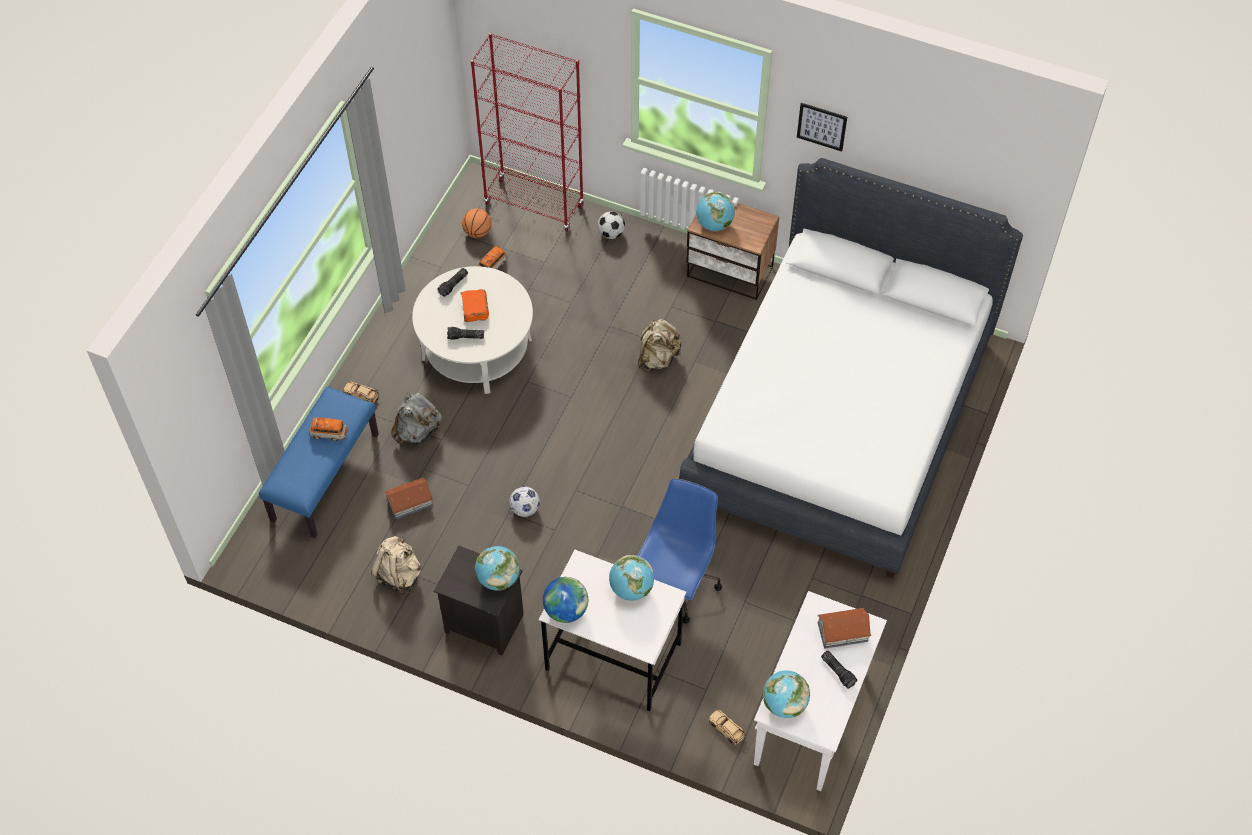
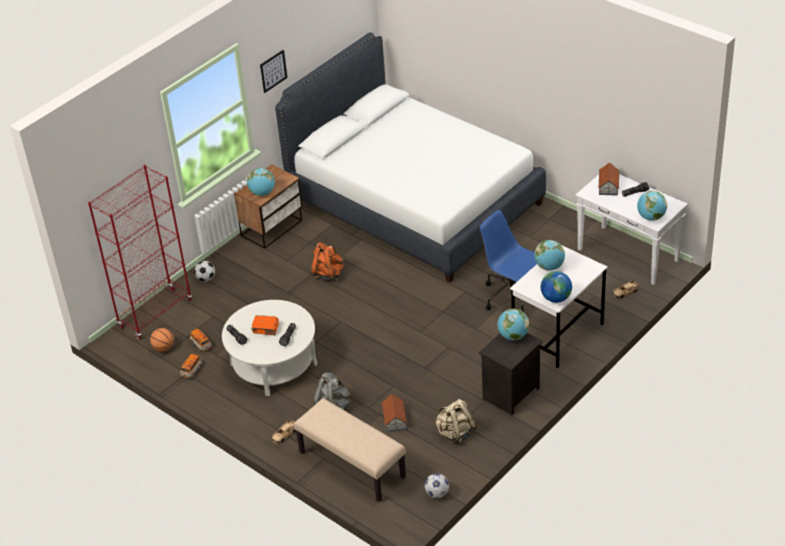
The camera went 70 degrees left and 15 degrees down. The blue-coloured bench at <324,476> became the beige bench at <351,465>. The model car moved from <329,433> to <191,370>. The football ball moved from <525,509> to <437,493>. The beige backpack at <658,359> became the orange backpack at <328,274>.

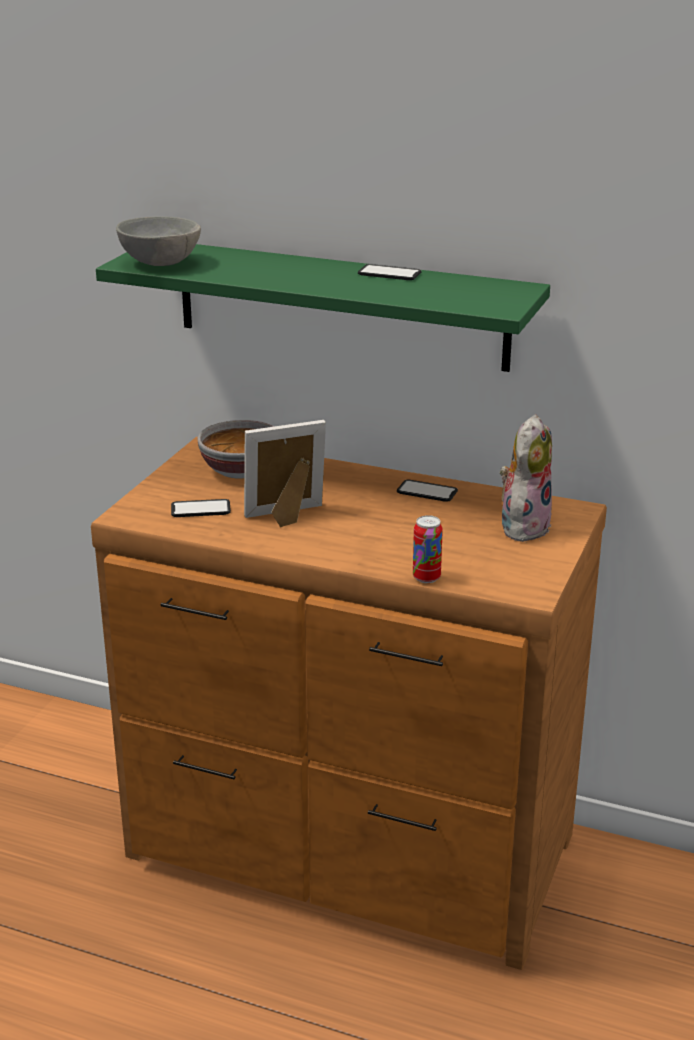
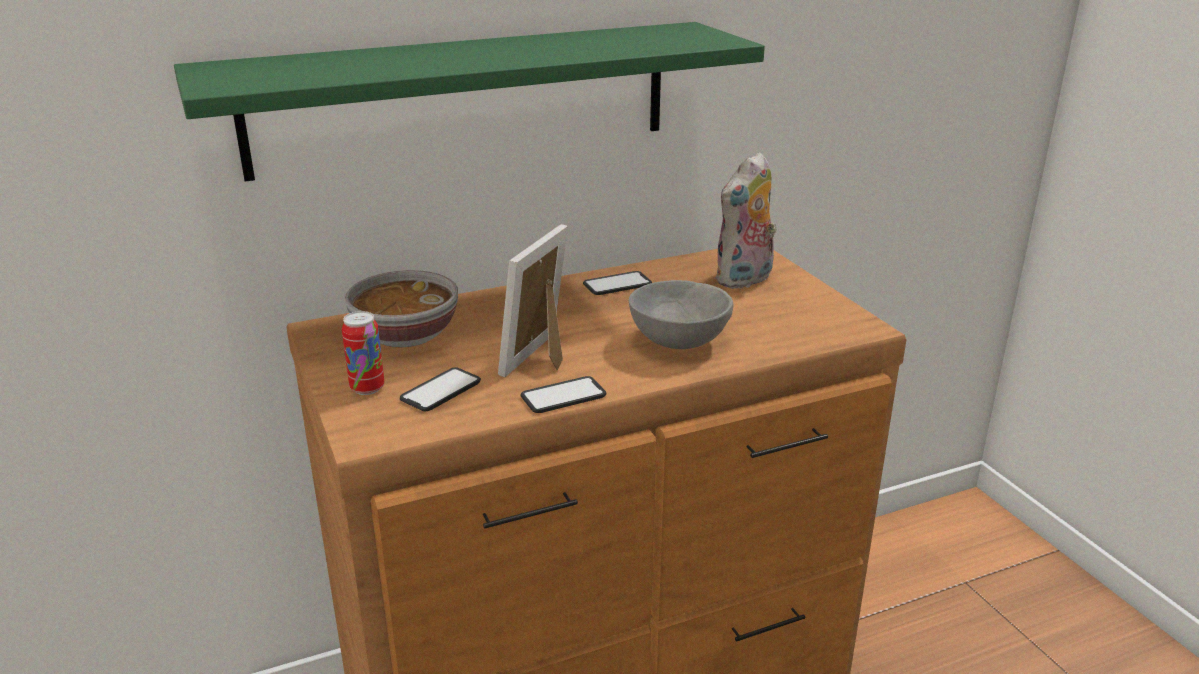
The camera went 45 degrees left and 0 degrees up. The grey serving bowl moved from <160,263> to <677,341>. The phone moved from <389,273> to <563,396>. The can moved from <426,578> to <367,388>. The soft toy at <523,526> turned 120 degrees counterclockwise.

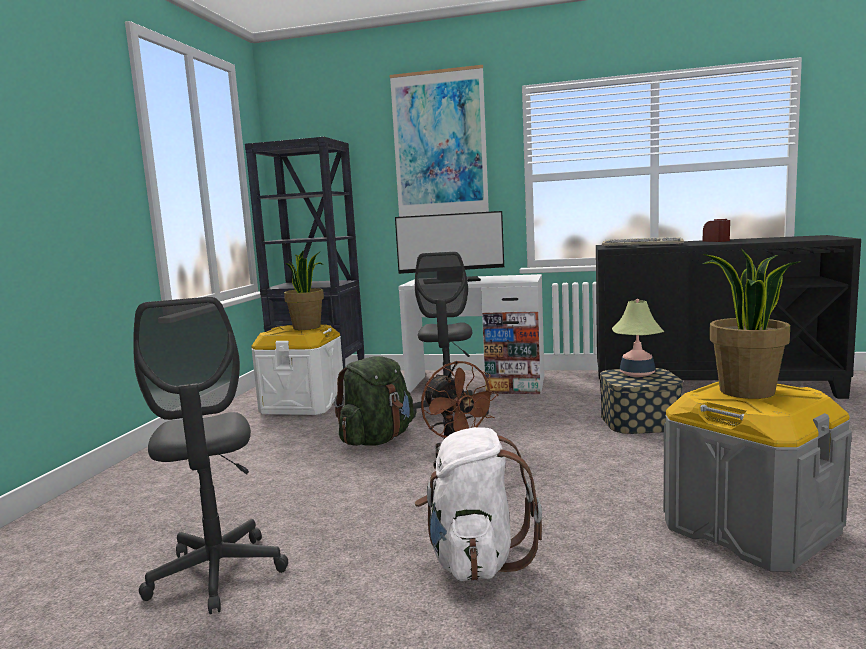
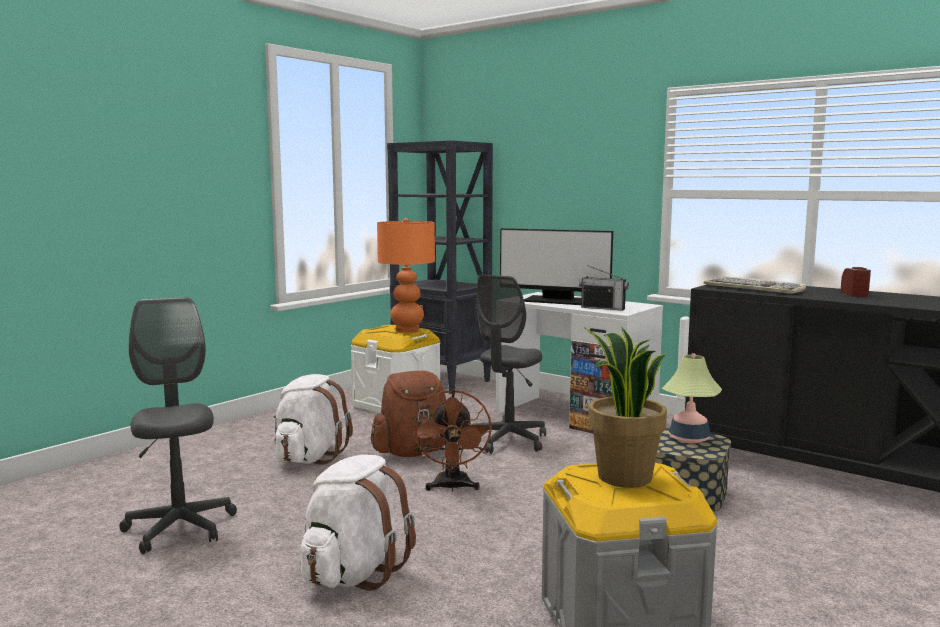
The camera went 25 degrees right and 0 degrees up. The grey computer chair at <217,574> turned 150 degrees clockwise. The potted plant at <307,327> was replaced by the orange tabletop lamp at <407,330>. The green-coloured backpack at <377,440> became the brownish backpack at <414,452>. The wall art at <439,145> disappeared. The white-coloured backpack at <309,457> appeared. The radio set at <603,308> appeared.

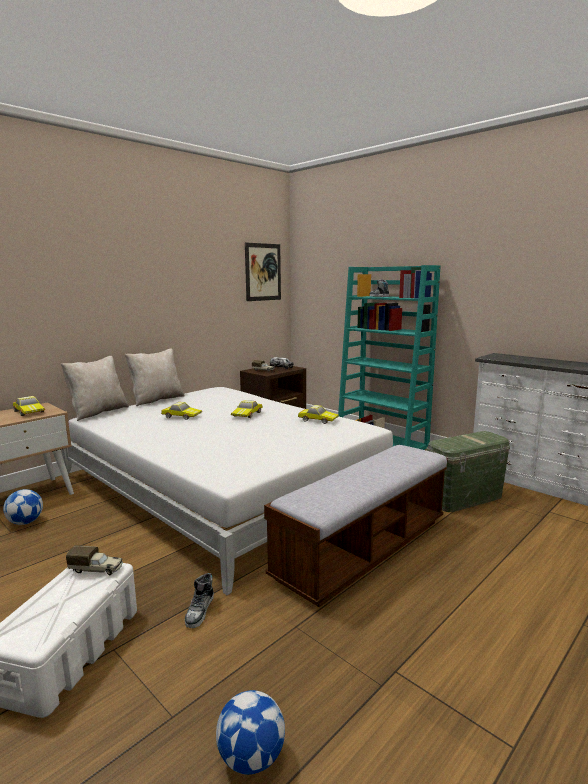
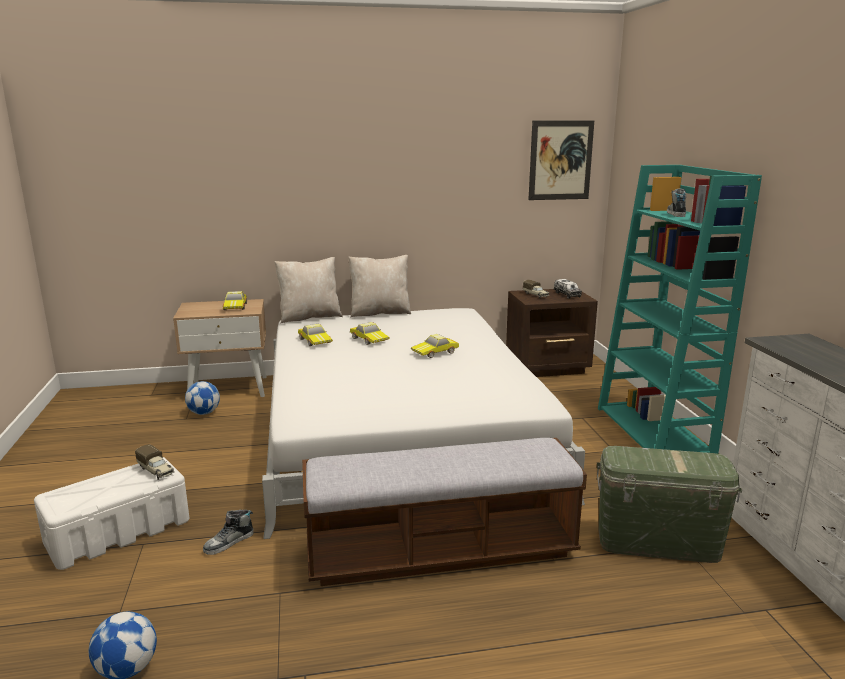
The camera went 35 degrees right and 5 degrees up. The model car moved from <318,419> to <315,340>.

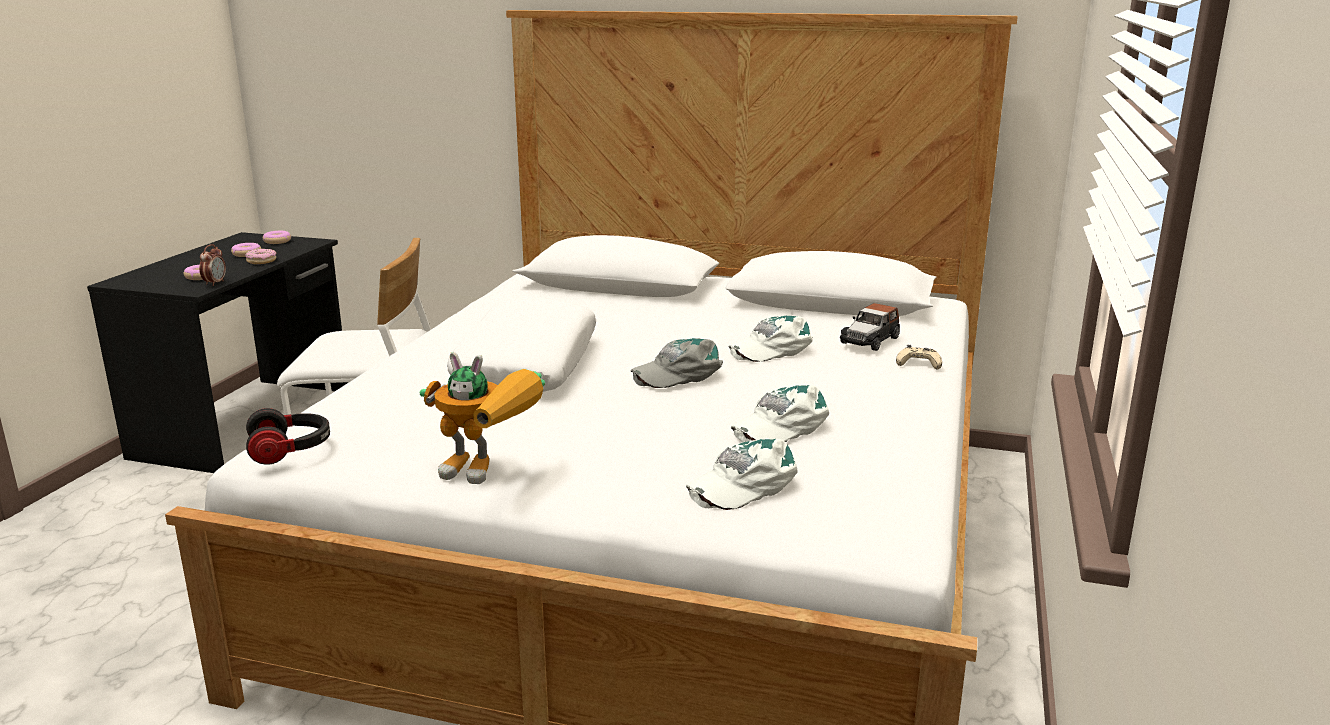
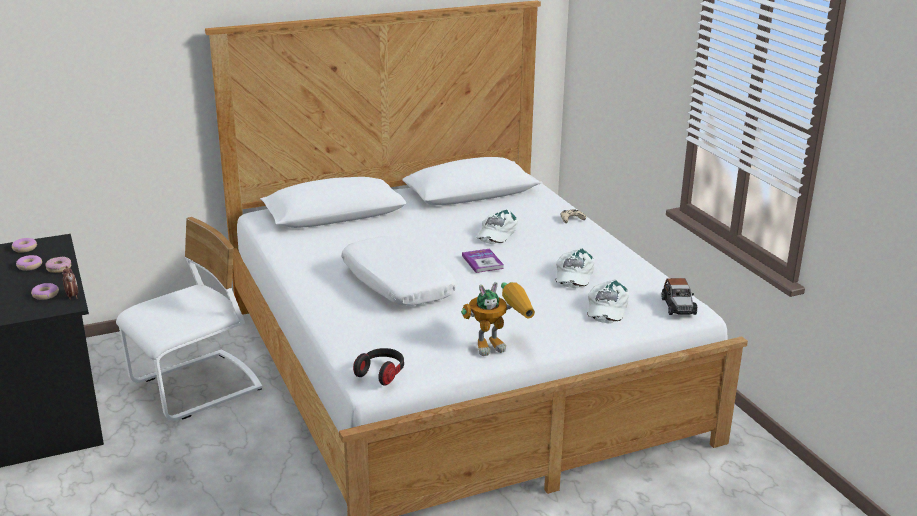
The camera went 40 degrees left and 5 degrees up. The grey peaked cap at <678,373> was replaced by the volume at <482,262>. The model car moved from <870,340> to <678,306>.

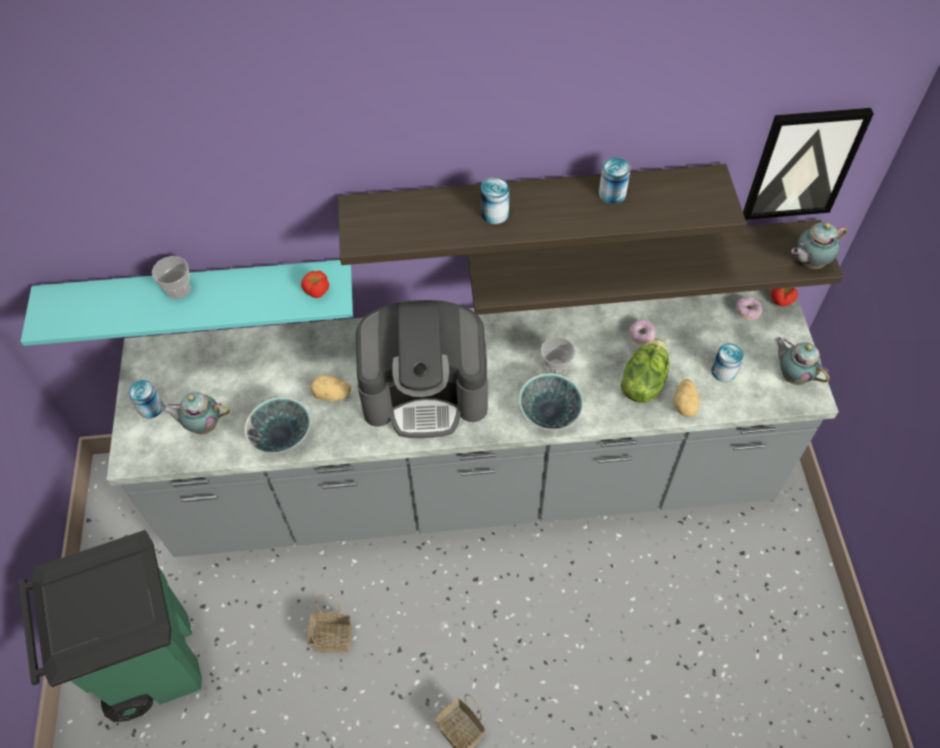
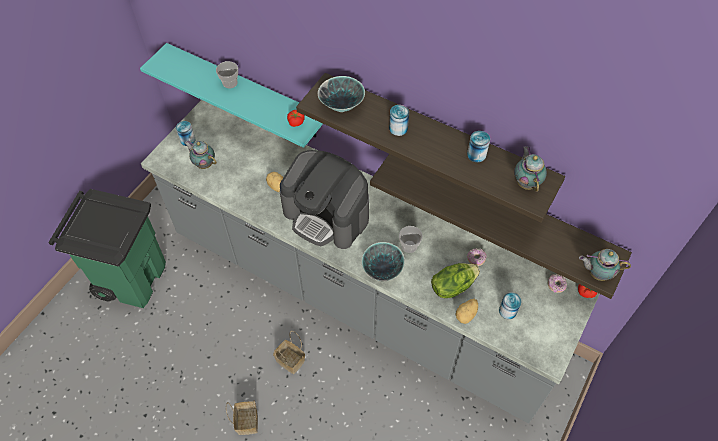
The camera went 35 degrees right and 0 degrees up. The serving bowl moved from <283,438> to <342,106>. The household basket moved from <334,637> to <291,361>. The wall art at <802,163> disappeared. The teapot moved from <792,375> to <526,182>.

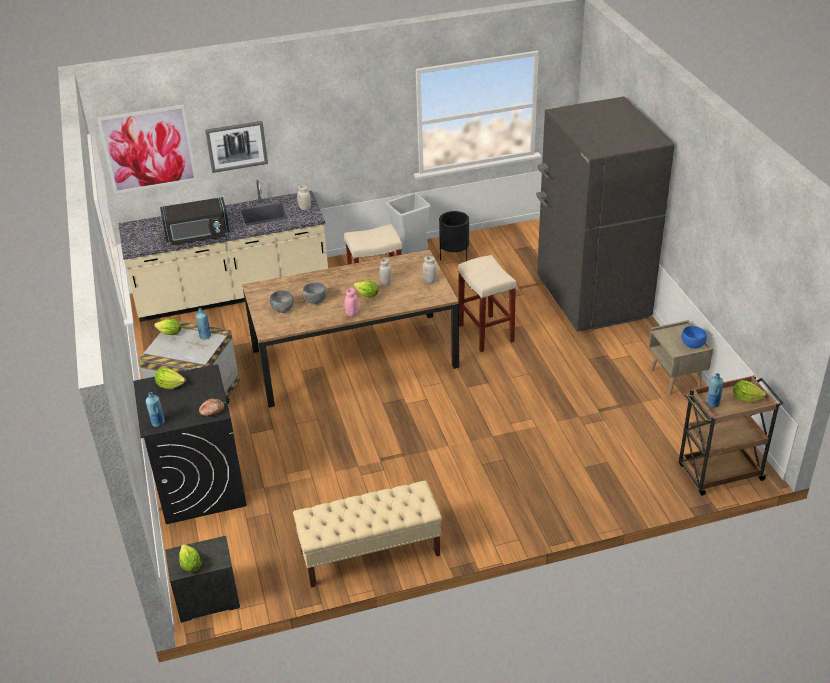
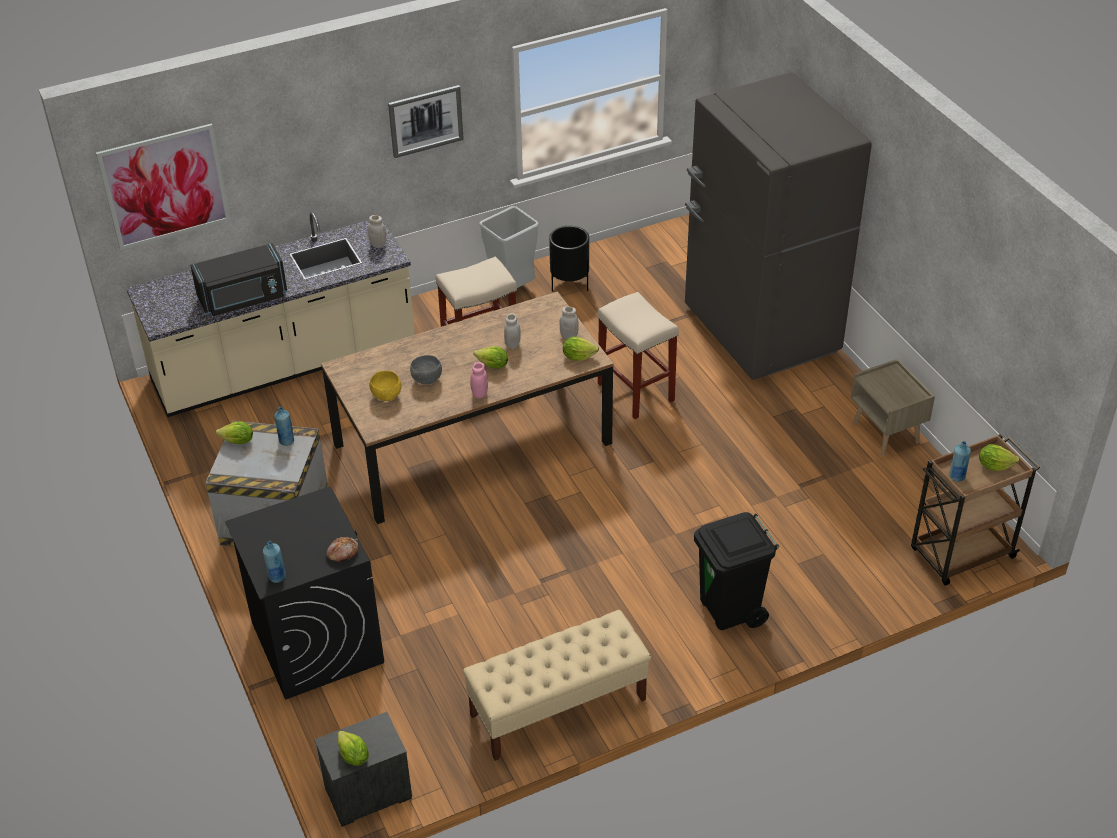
The camera went 10 degrees left and 5 degrees up. The lettuce head moved from <170,385> to <578,356>. The wall art moved from <236,146> to <425,120>. The grey serving bowl at <283,309> became the yellowish serving bowl at <386,396>. The blue-coloured serving bowl at <692,345> disappeared. The black-coloured trash can at <730,610> appeared.

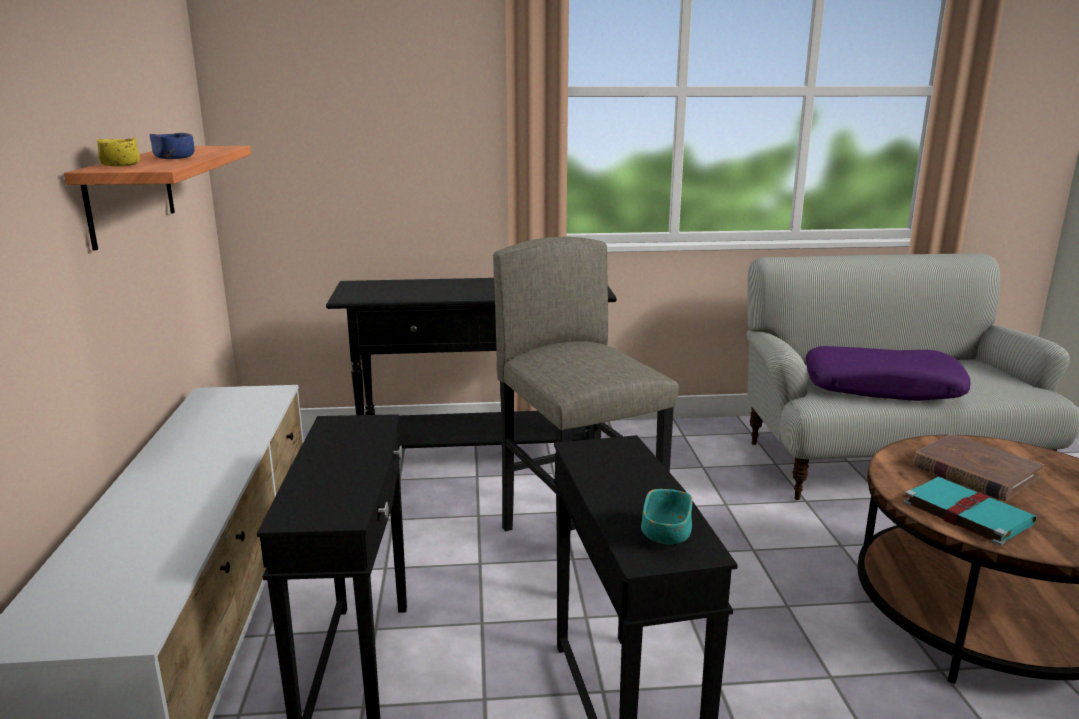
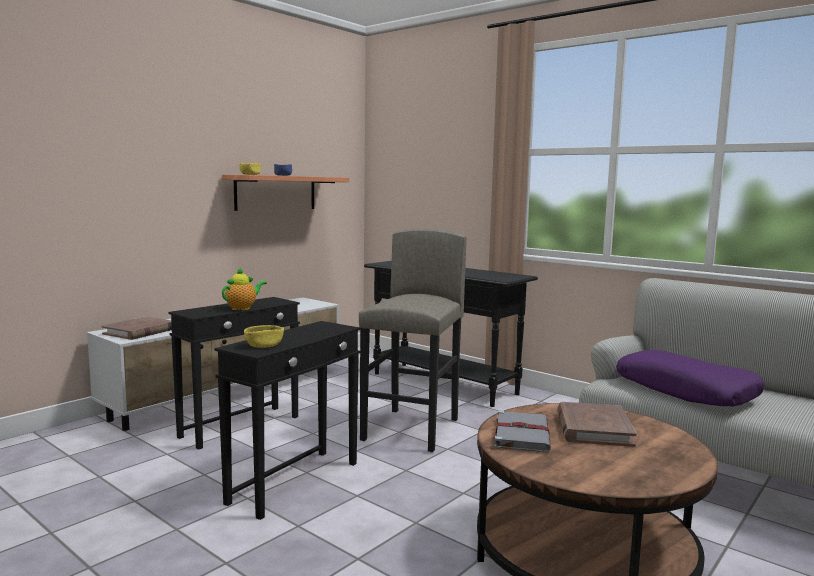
The camera went 45 degrees right and 10 degrees down. The turquoise serving bowl at <666,533> became the yellowish serving bowl at <264,345>. The turquoise volume at <965,512> became the grey volume at <521,434>. The brownish volume at <139,331> appeared. The teapot at <243,308> appeared.

